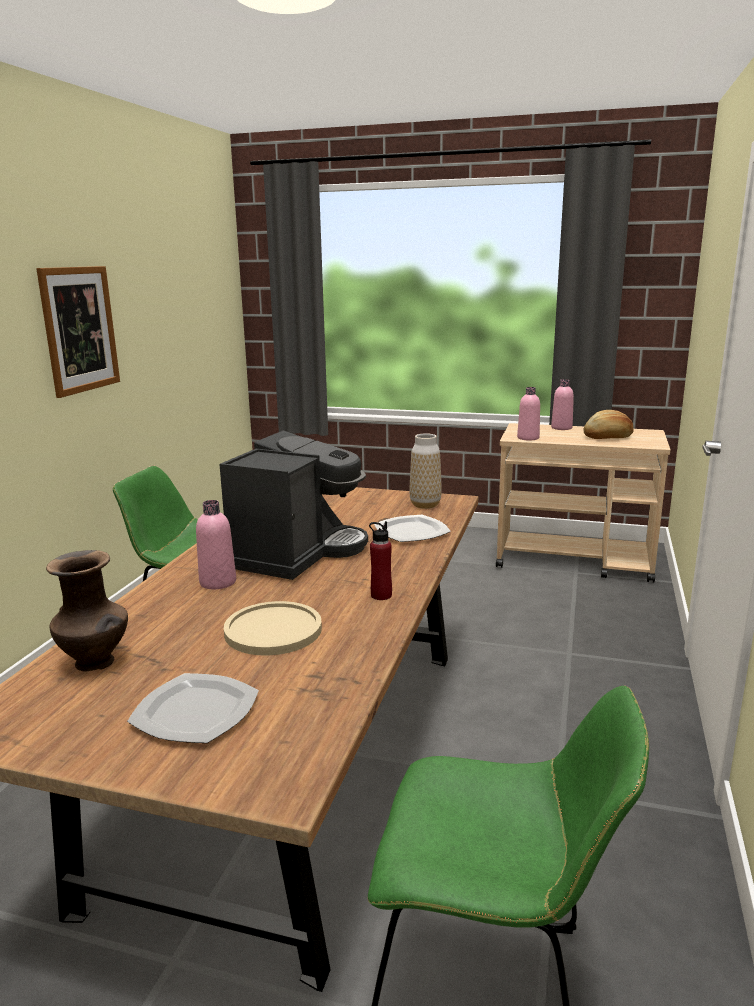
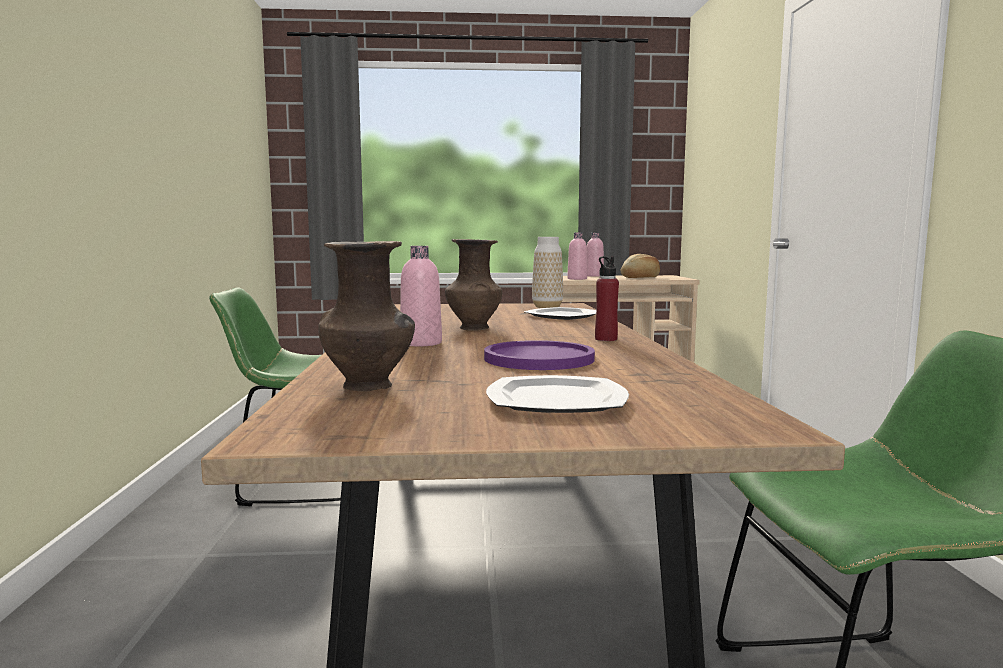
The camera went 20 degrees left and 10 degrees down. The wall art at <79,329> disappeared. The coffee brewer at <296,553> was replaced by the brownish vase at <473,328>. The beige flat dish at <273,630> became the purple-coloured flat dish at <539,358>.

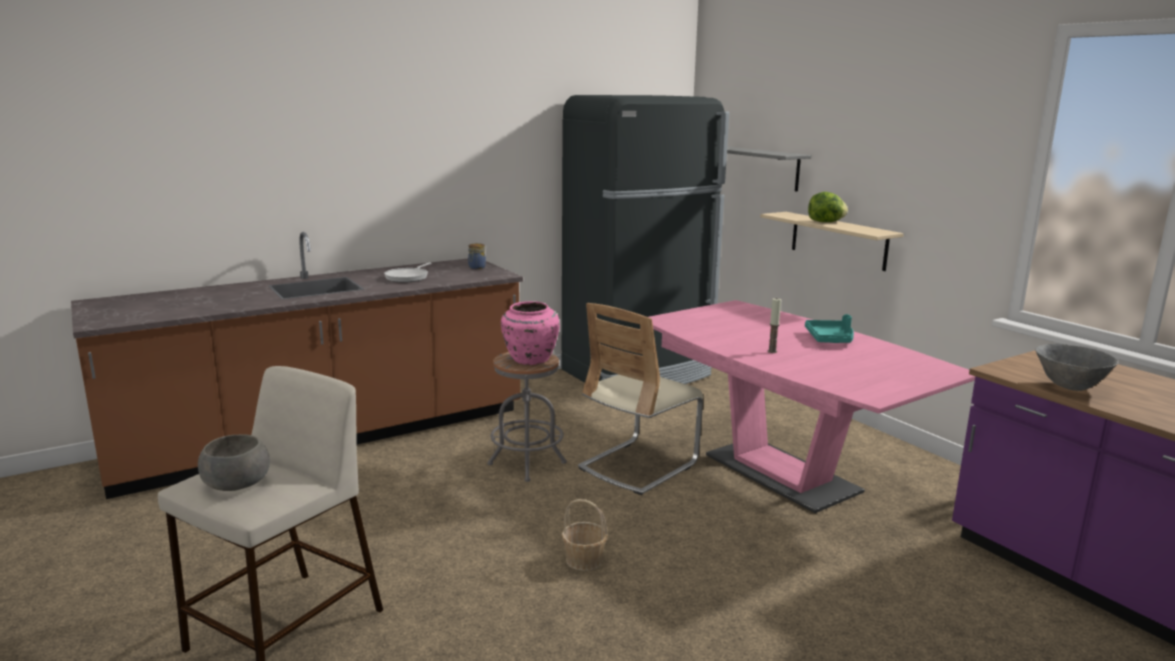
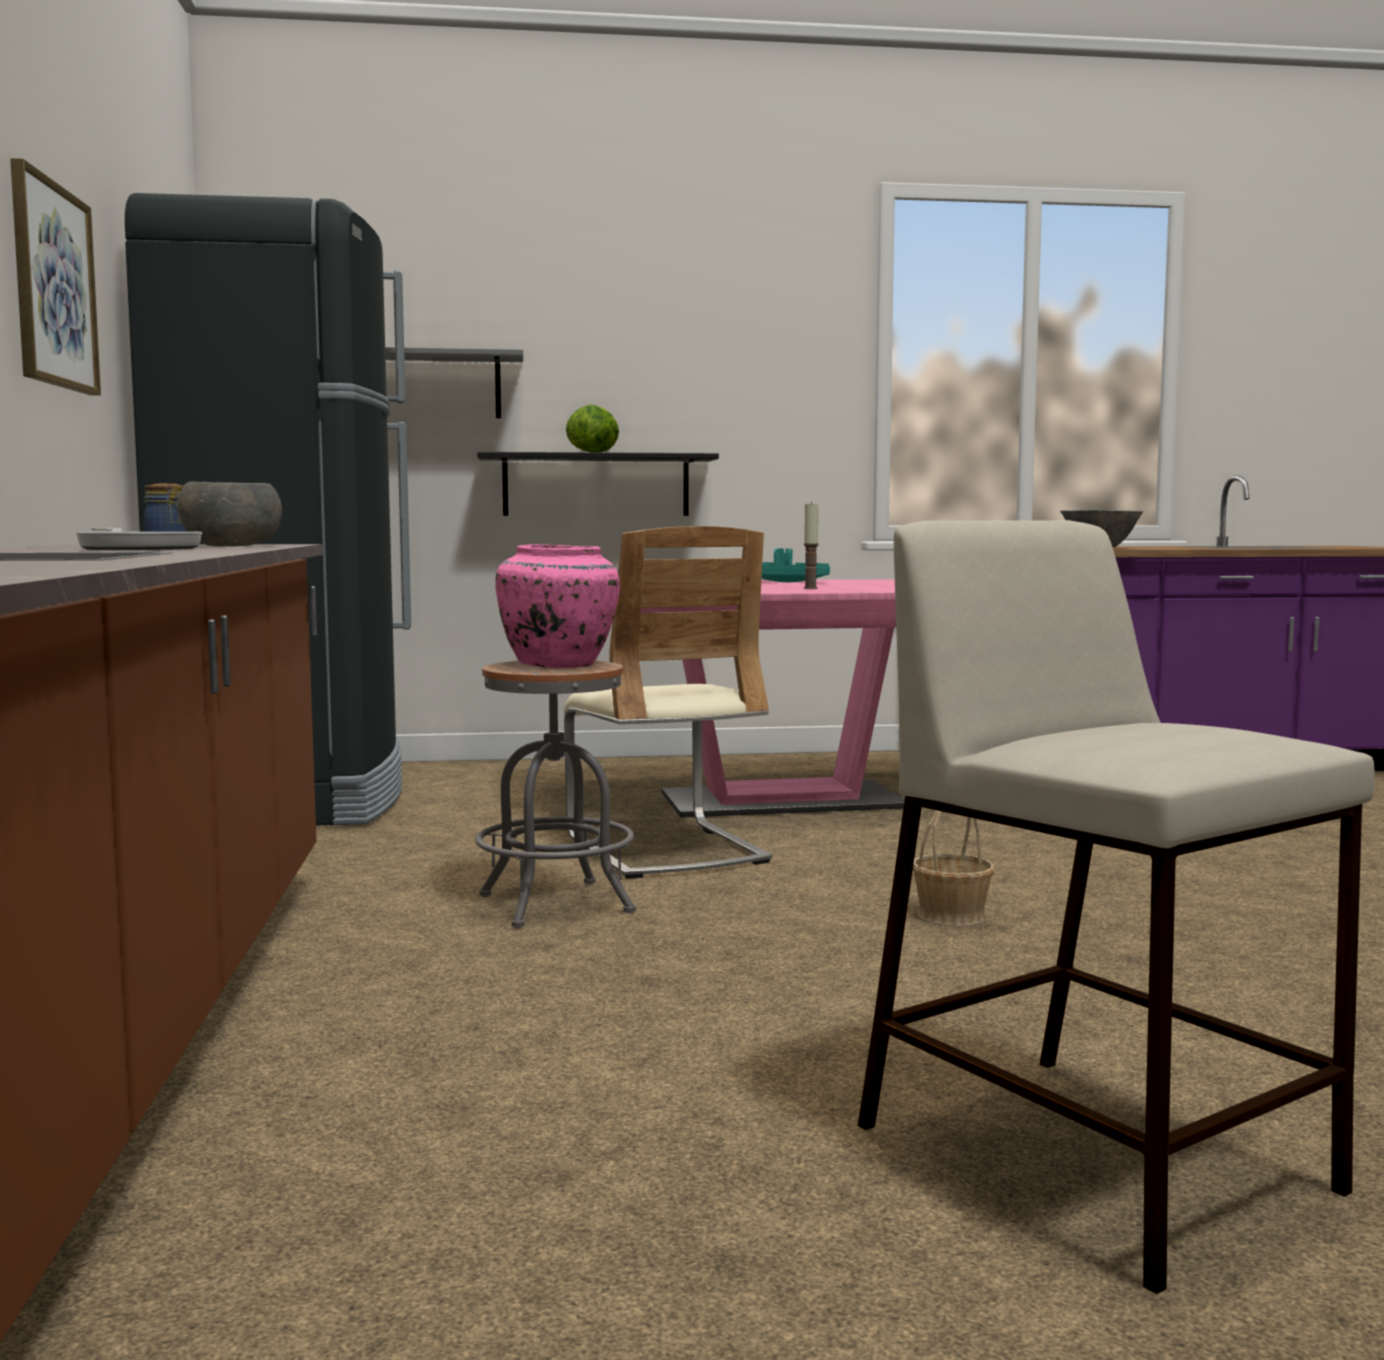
The camera went 65 degrees left and 10 degrees down. The grey serving bowl moved from <236,484> to <231,546>. The beige shelf at <838,240> became the black-coloured shelf at <596,485>. The wall art at <53,286> appeared.

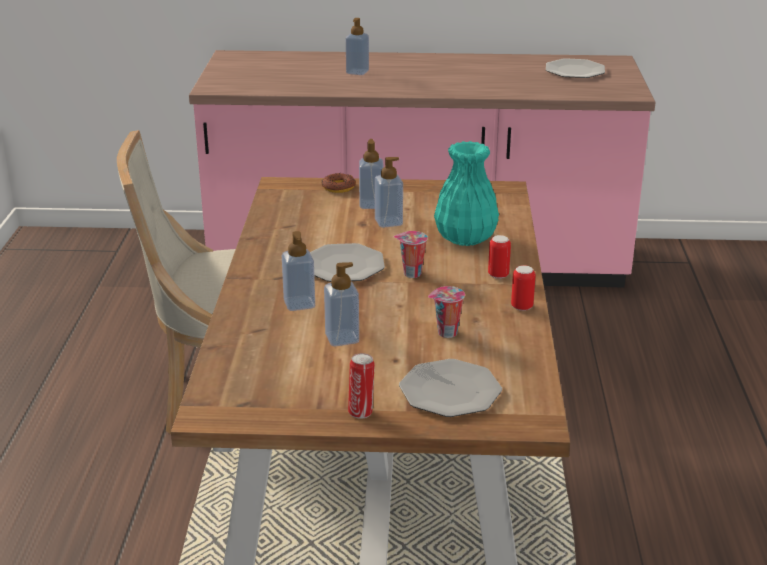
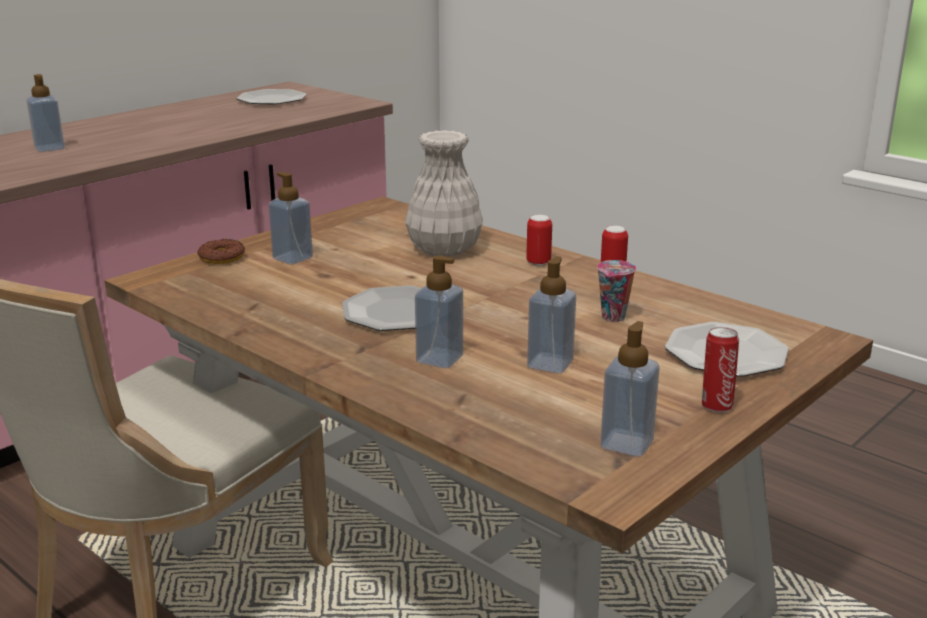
The camera went 50 degrees left and 5 degrees down. The liquid soap bottle moved from <388,222> to <626,444>. The small cup at <411,274> disappeared. The turquoise vase at <466,238> became the white-coloured vase at <444,249>.

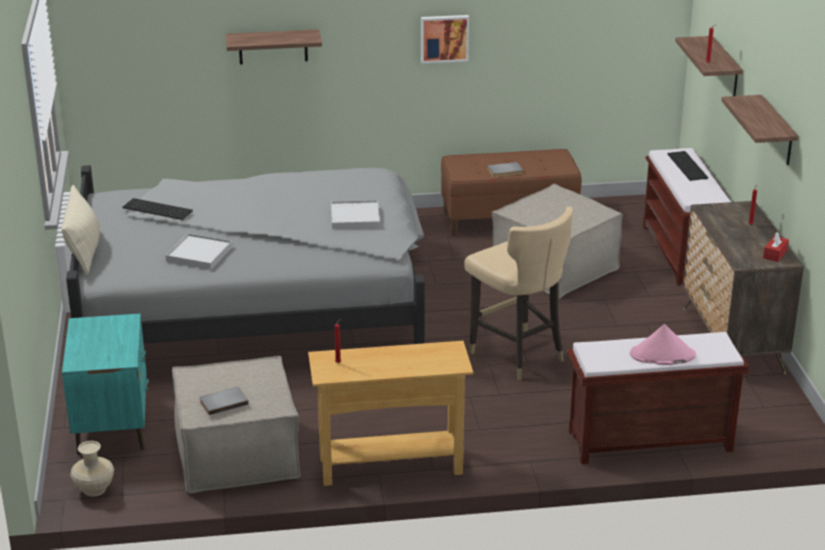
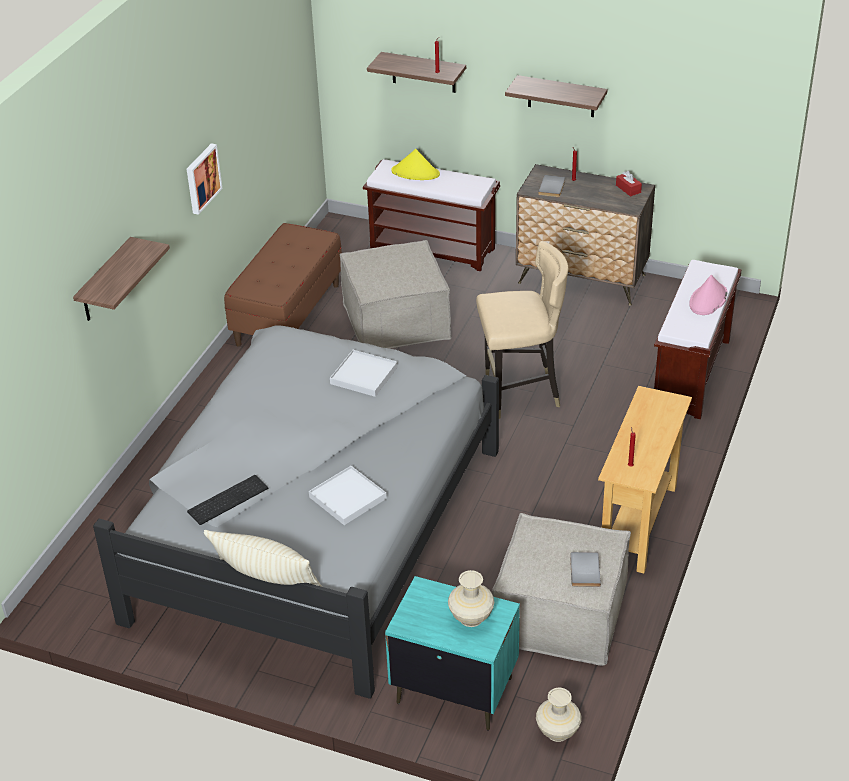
The camera went 60 degrees left and 10 degrees up. The grey volume moved from <505,171> to <553,187>. The computer keyboard at <688,166> was replaced by the yellowish clothing hat at <415,173>. The beige vase at <470,618> appeared.

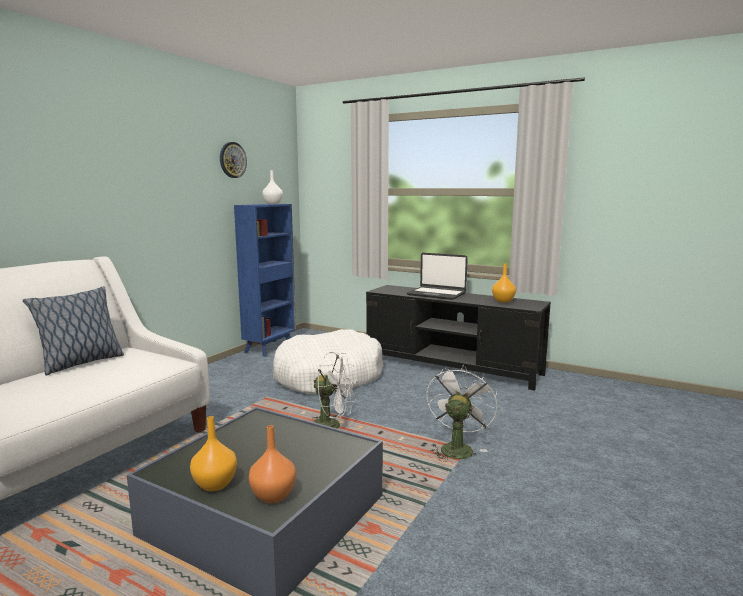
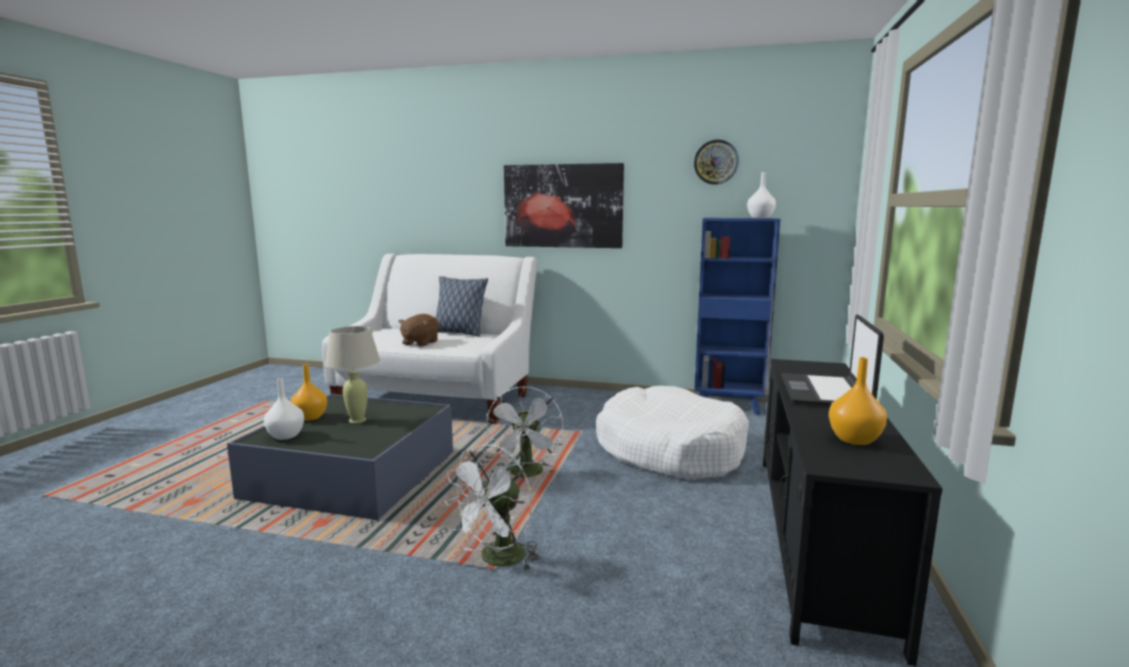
The camera went 75 degrees right and 0 degrees up. The orange vase at <272,496> became the white-coloured vase at <285,436>. The white-coloured fan at <457,448> turned 120 degrees clockwise. The beige tabletop lamp at <357,420> appeared. The brownish soft toy at <420,343> appeared. The wall art at <563,206> appeared.

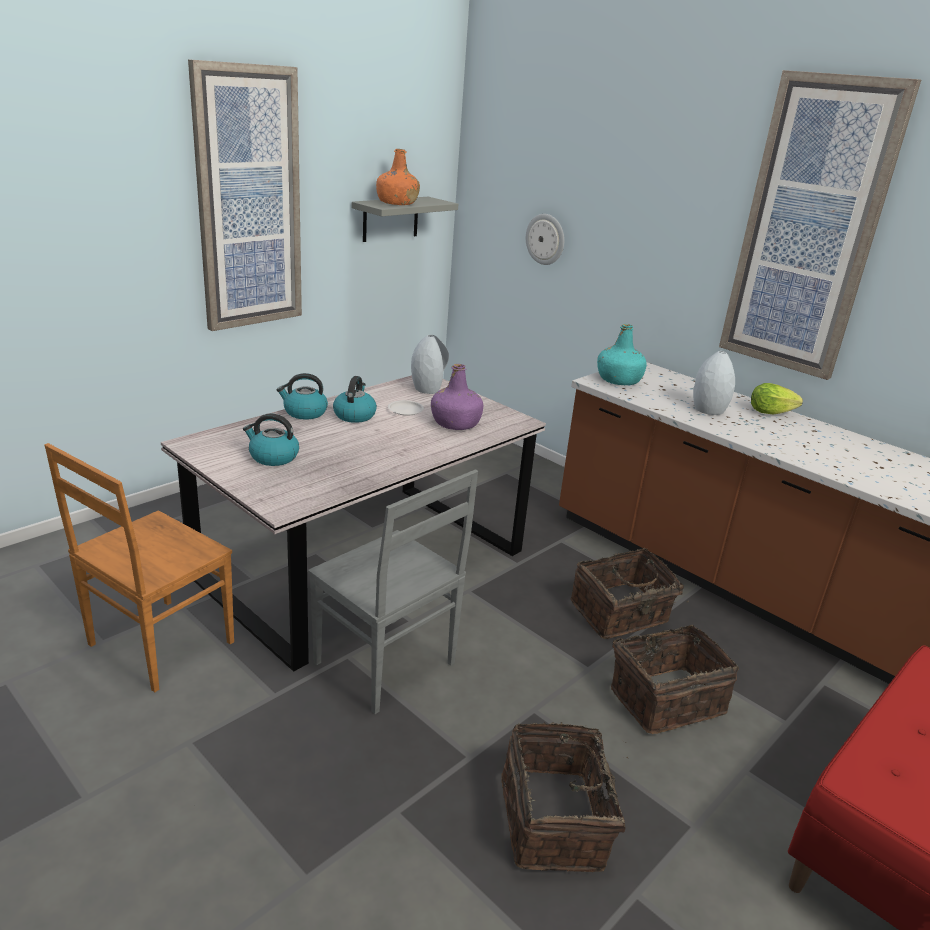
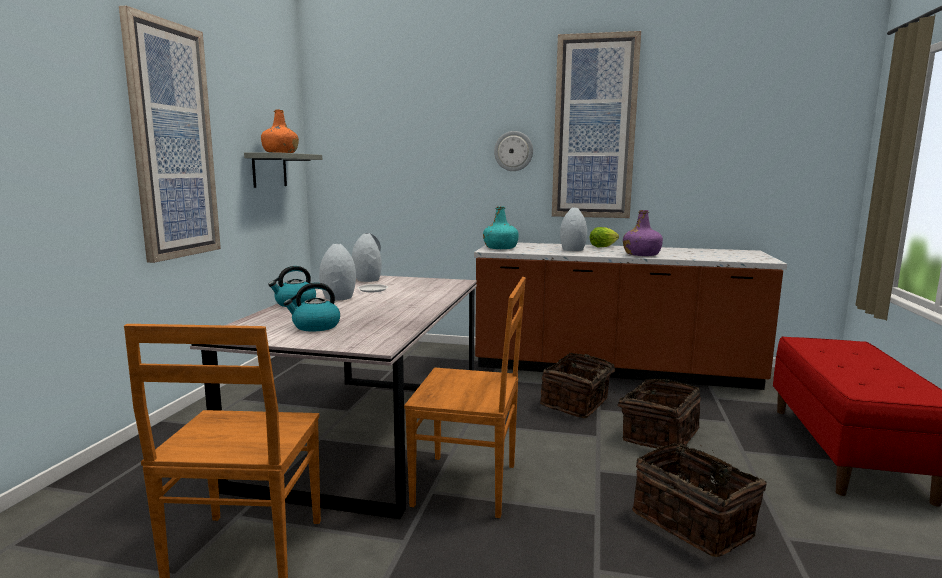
The camera went 30 degrees left and 15 degrees down. The grey chair at <387,665> became the brownish chair at <469,485>. The tea kettle at <354,415> was replaced by the grey vase at <338,298>. The purple-coloured bottle moved from <456,423> to <641,255>. The clock on the wall moved from <545,239> to <513,151>.

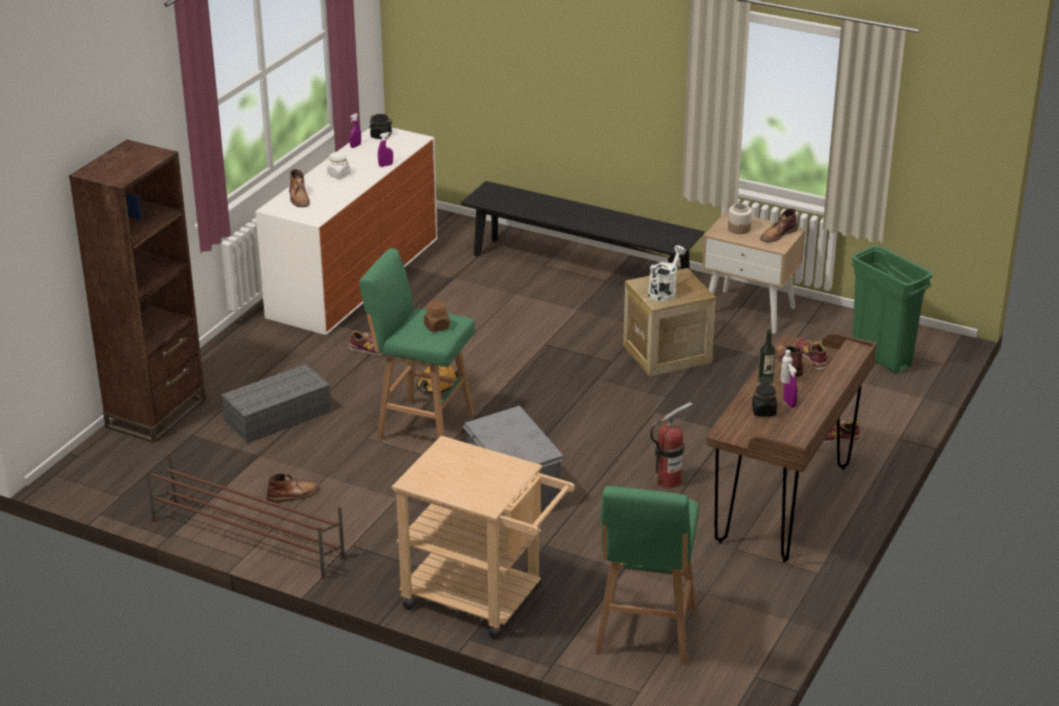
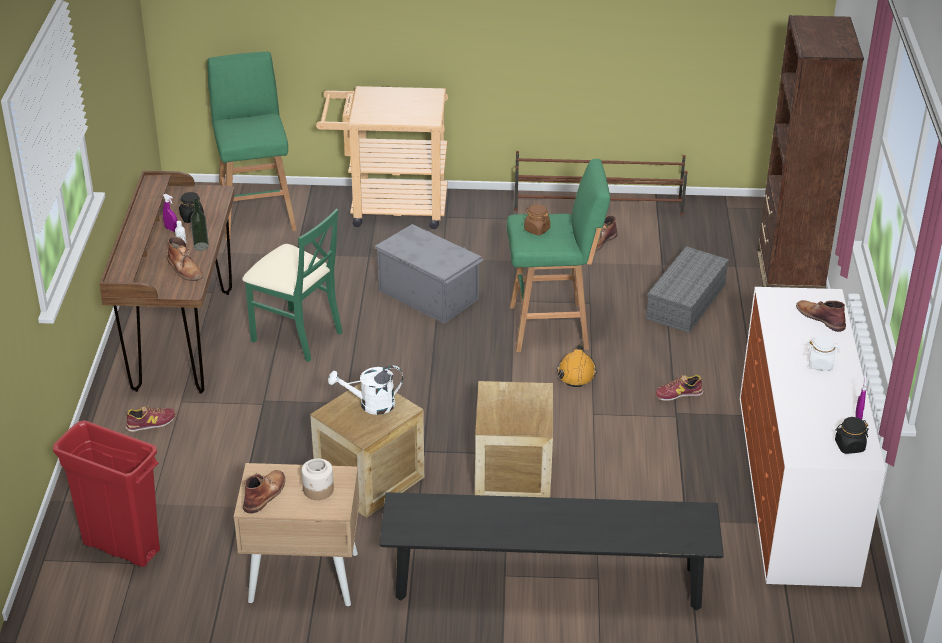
The camera went 155 degrees right and 5 degrees up. The purple-coloured sprayer at <385,165> disappeared. The white-coloured watering can at <664,291> turned 75 degrees clockwise. The fire-fighting cylinder at <668,480> was replaced by the green-coloured chair at <296,335>. The low shoe at <811,357> disappeared. The green-coloured trash can at <881,358> became the reddish trash can at <121,547>. The crate at <513,476> appeared.

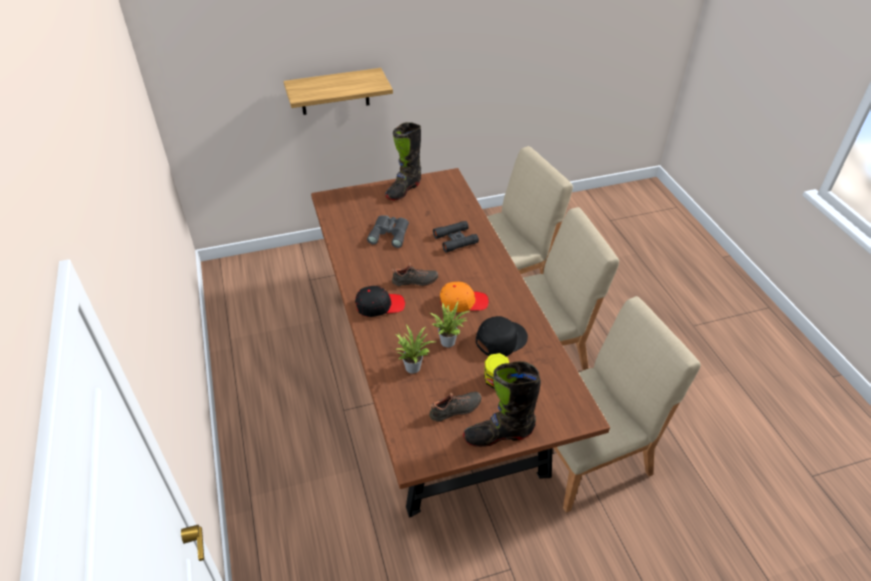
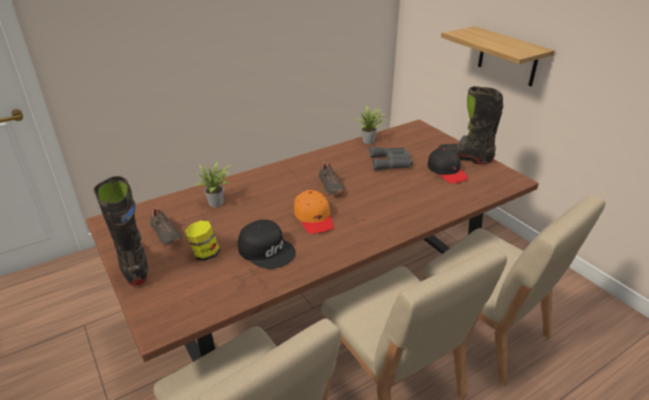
The camera went 75 degrees right and 10 degrees down. The black-coloured peaked cap moved from <379,305> to <447,171>. The potted plant moved from <449,341> to <369,141>. The black-coloured pair of binoculars at <455,240> disappeared.

